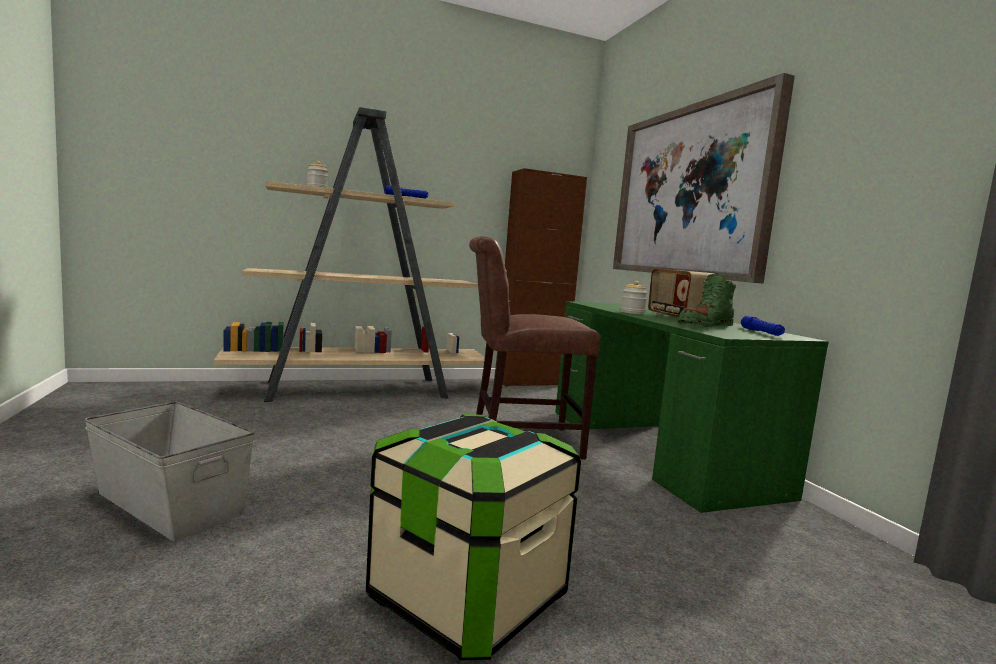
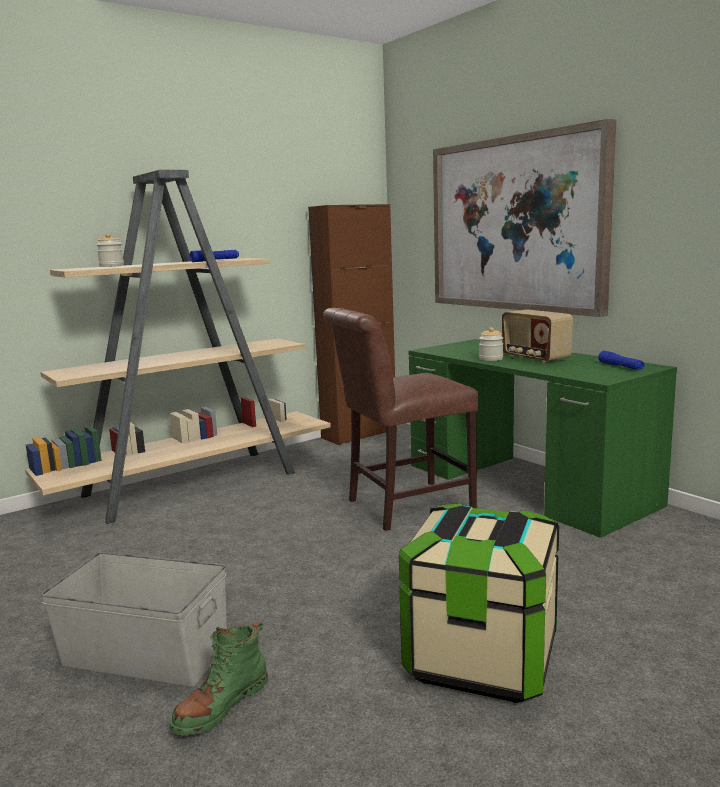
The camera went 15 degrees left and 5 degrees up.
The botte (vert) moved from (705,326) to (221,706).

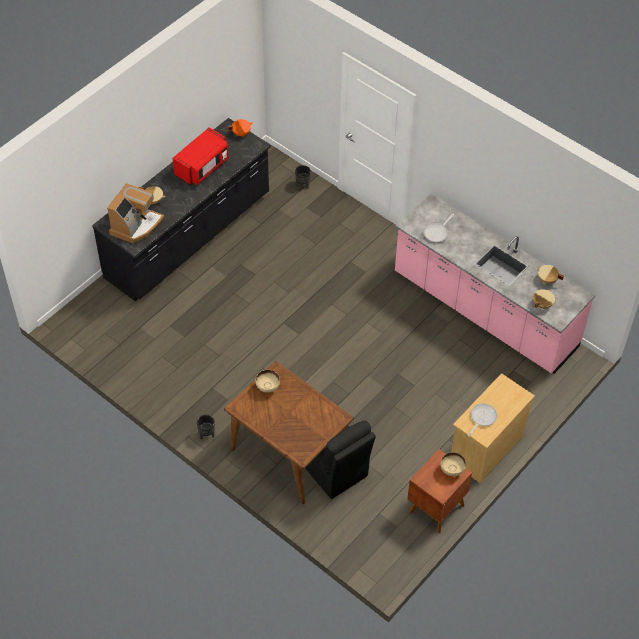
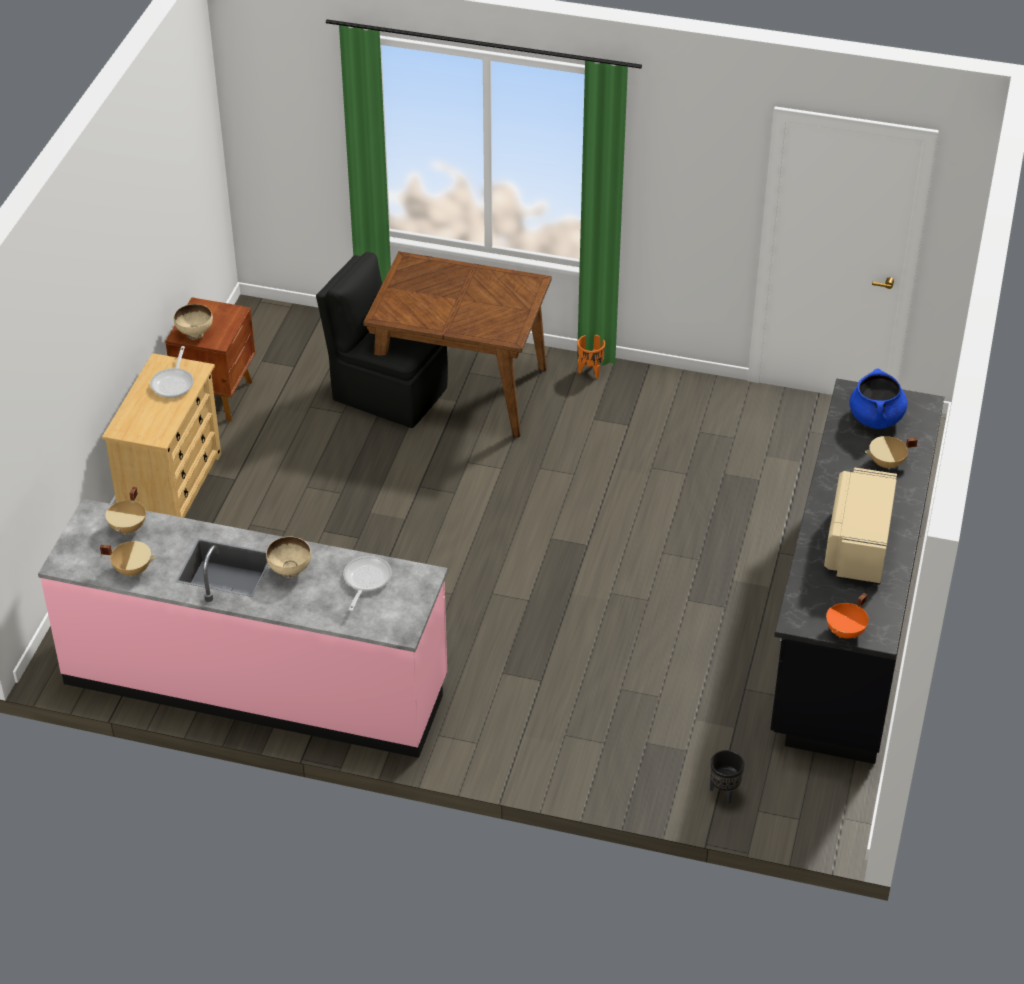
The camera went 155 degrees right and 10 degrees down.
The bol (beige) moved from (268,388) to (289,571).
The cache-pot (noir) at (206,435) became the cache-pot (orange) at (590,371).
The micro-ondes (rouge) at (202,167) became the micro-ondes (beige) at (857,545).
The machine à café at (136,225) was replaced by the marmite (bleu) at (876,418).

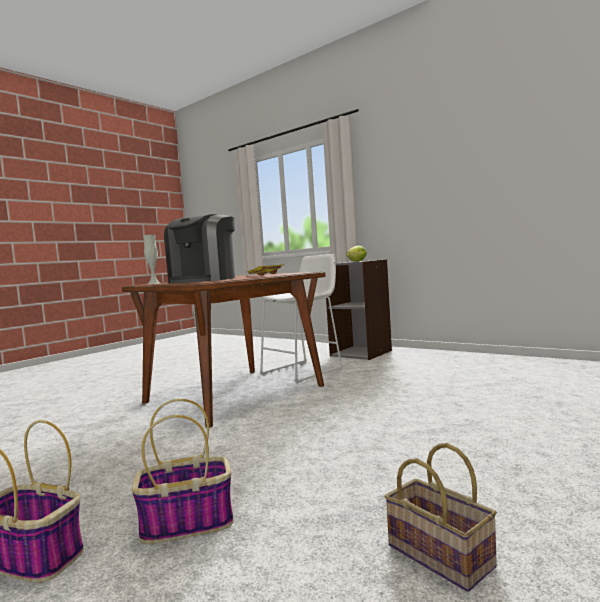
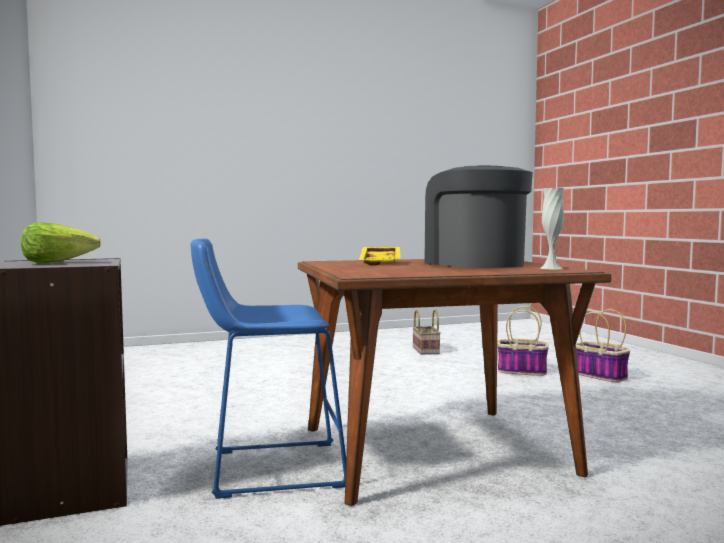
The camera went 150 degrees left and 0 degrees up.
The tabouret (blanc) at (305,371) became the tabouret (bleu) at (269,469).
The machine à café at (204,280) turned 75 degrees counterclockwise.

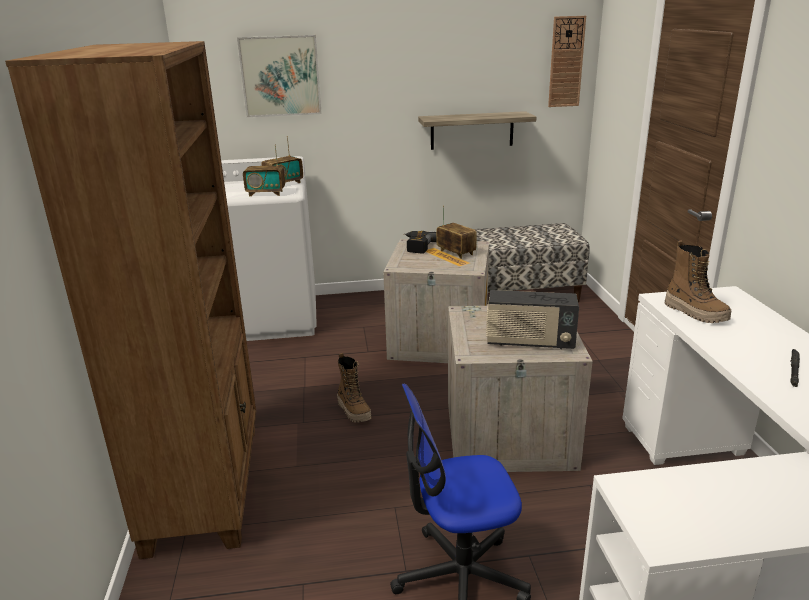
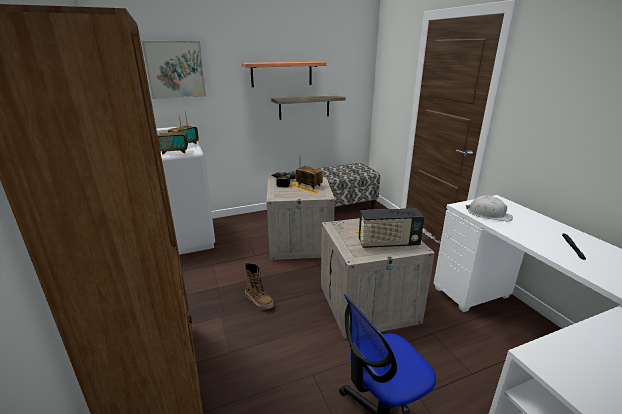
The camera went 15 degrees left and 0 degrees up.
The étagère at (282,74) appeared.
The botte at (695,313) was replaced by the casque de chantier (blanc) at (488,214).
The horloge murale at (566,62) disappeared.

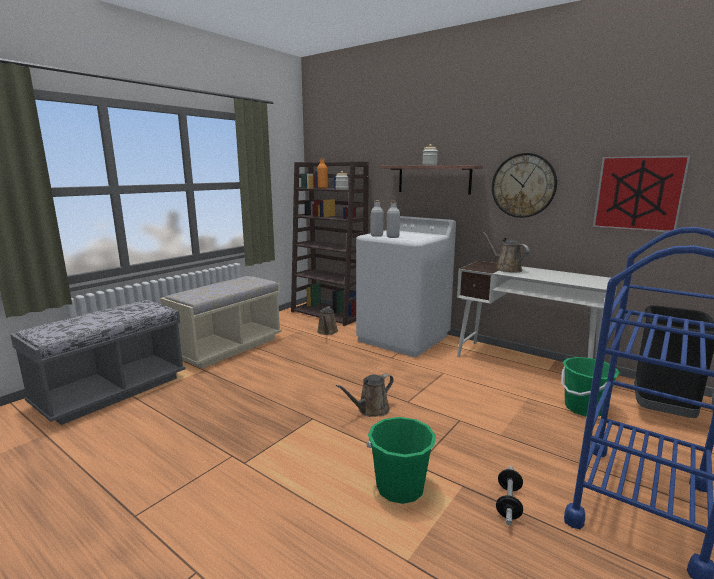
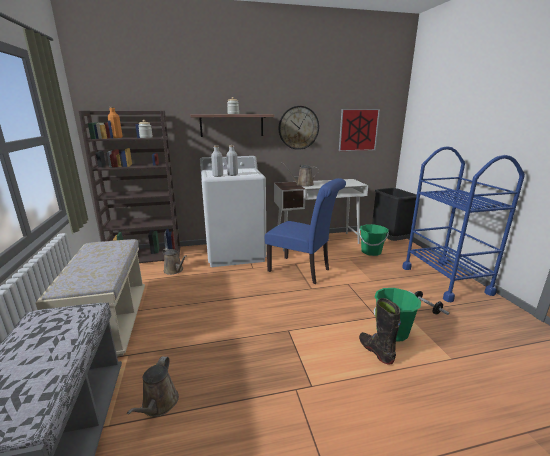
The camera went 50 degrees left and 5 degrees up.
The arrosoir (marron) moved from (371,410) to (158,405).
The chaise (bleu) at (302,271) appeared.
The botte (noir) at (376,351) appeared.

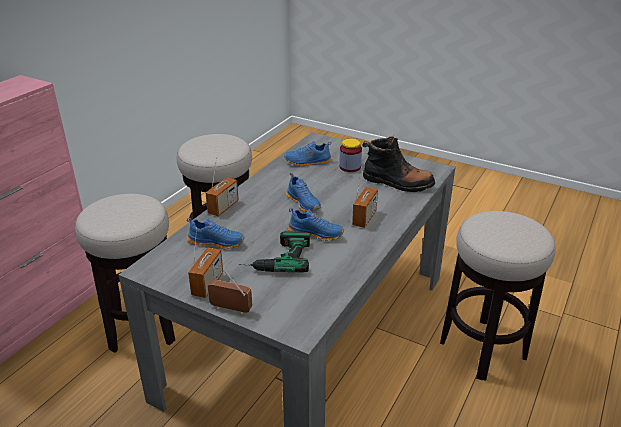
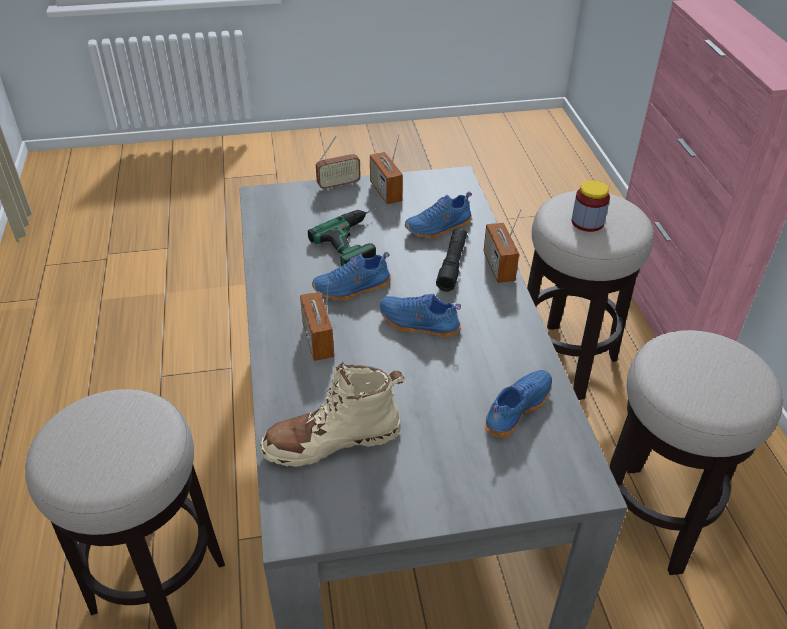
The camera went 140 degrees right and 10 degrees up.
The botte (noir) at (397,183) became the botte (beige) at (332,441).
The lampe de poche (noir) at (452,265) appeared.
The bocal moved from (350,167) to (587,222).

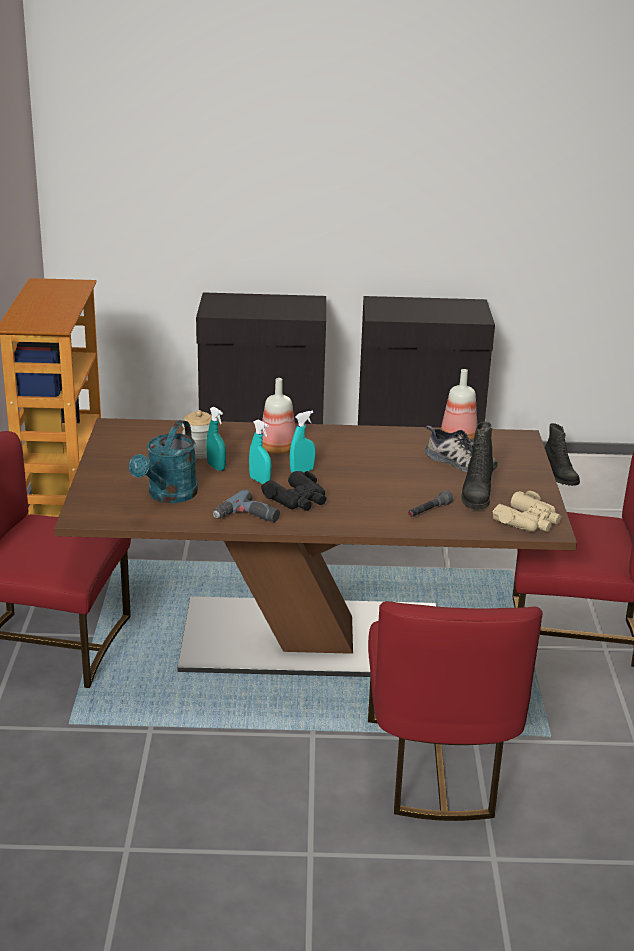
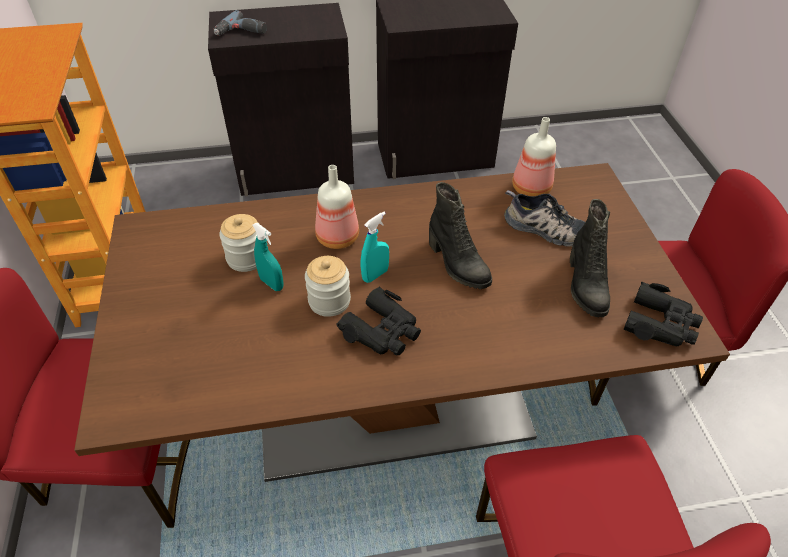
The camera went 10 degrees left and 20 degrees up.
The perceuse moved from (247,517) to (241,32).
The vaporisateur (turquoise) at (260,481) was replaced by the bocal at (329,301).
The botte (noir) moved from (559,476) to (457,264).
The jumelles (beige) at (528,521) became the jumelles (noir) at (660,324).
The arrosoir (turquoise) at (168,496) disappeared.
The lampe de poche (gris) at (429,511) disappeared.

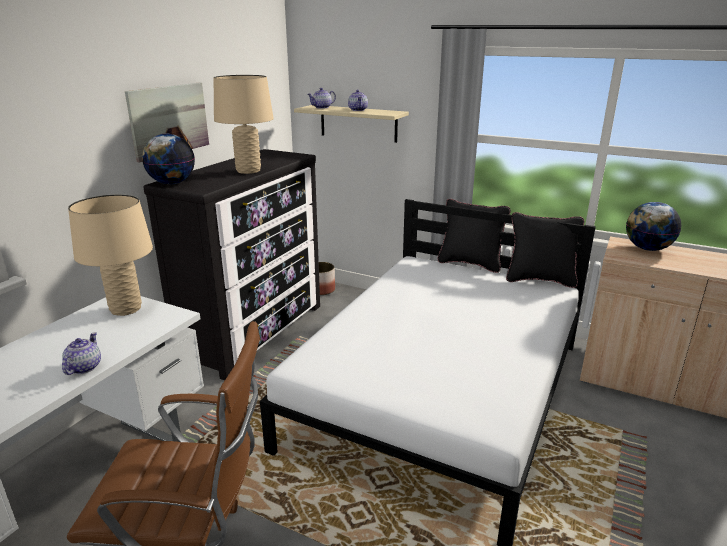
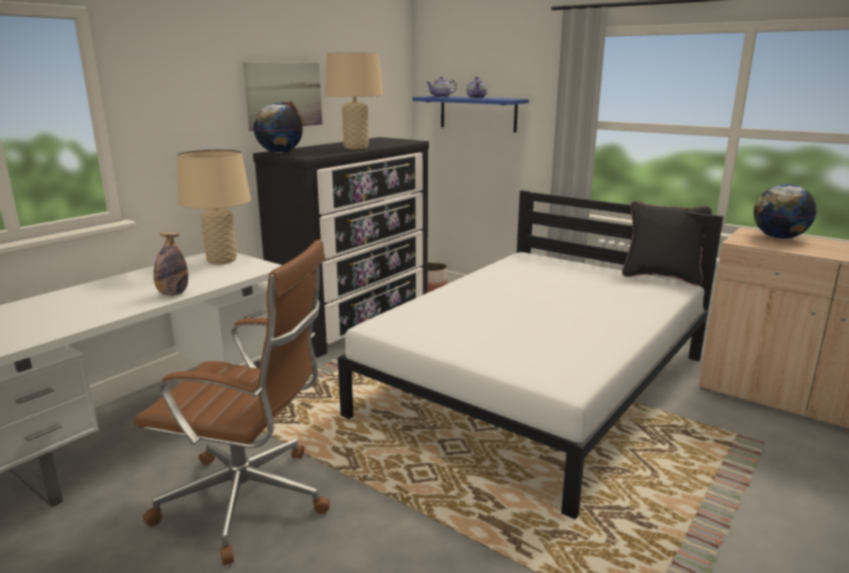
The camera went 10 degrees right and 5 degrees down.
The théière at (84,367) was replaced by the bouteille at (173,294).
The étagère (beige) at (358,123) became the étagère (bleu) at (478,113).
The coussin (noir) at (470,263) disappeared.

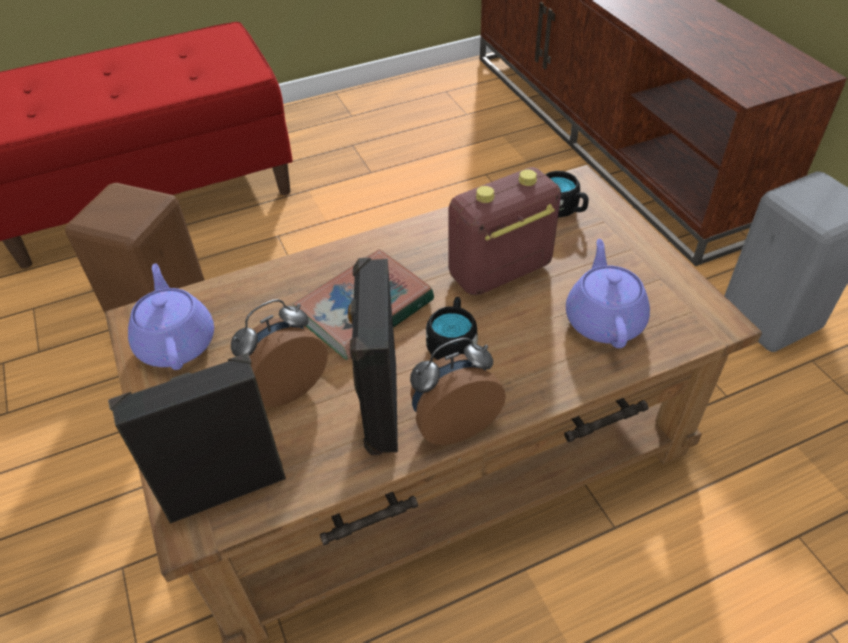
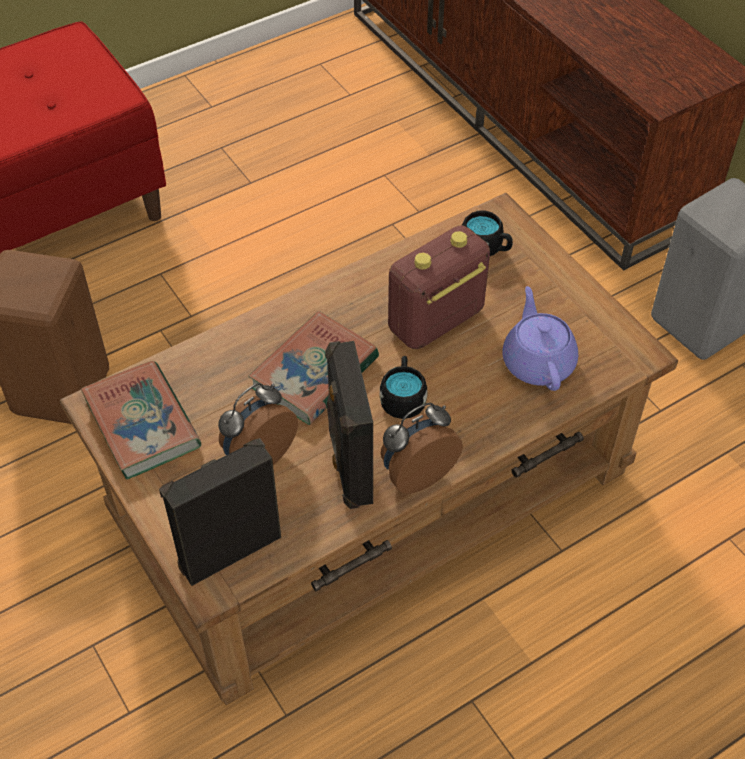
The camera went 10 degrees left and 5 degrees up.
The théière (violet) at (176,342) was replaced by the livre at (142,424).

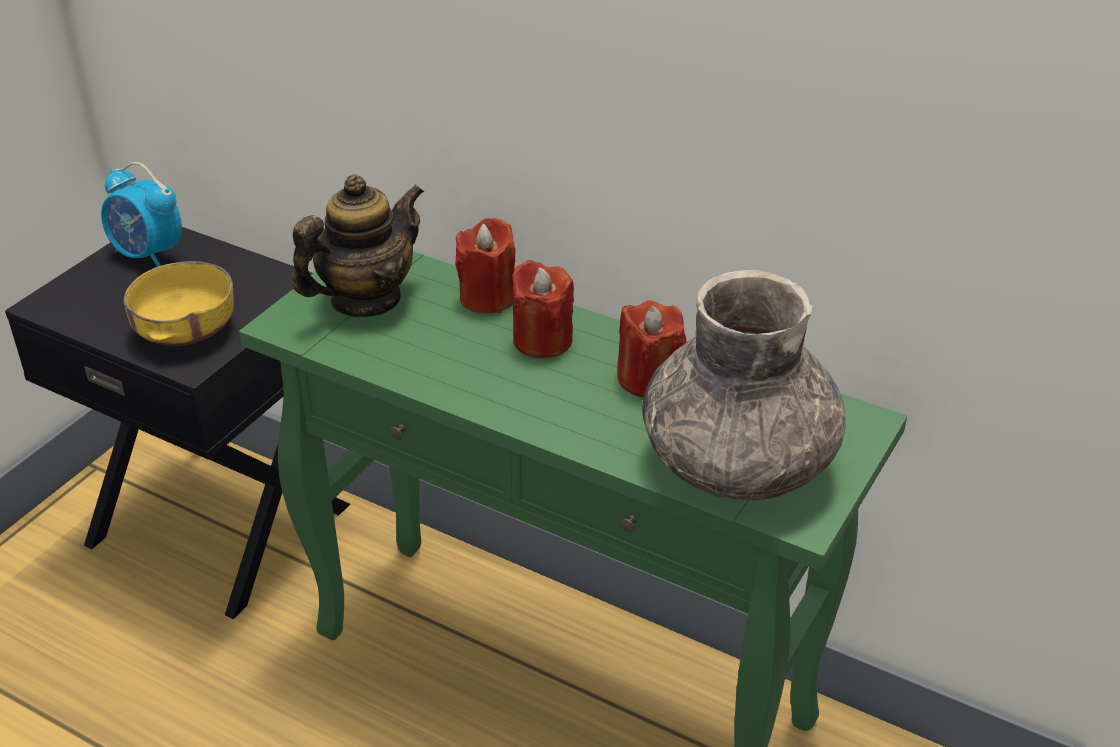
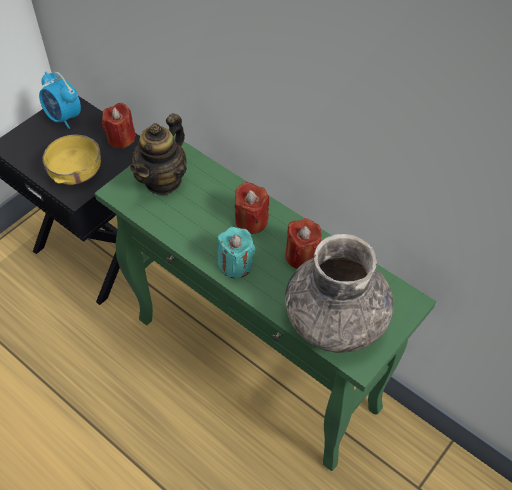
The camera went 10 degrees right and 15 degrees up.
The bougie (rouge) moved from (488,297) to (121,138).
The théière at (365,299) turned 150 degrees clockwise.
The bougie (turquoise) at (235,264) appeared.

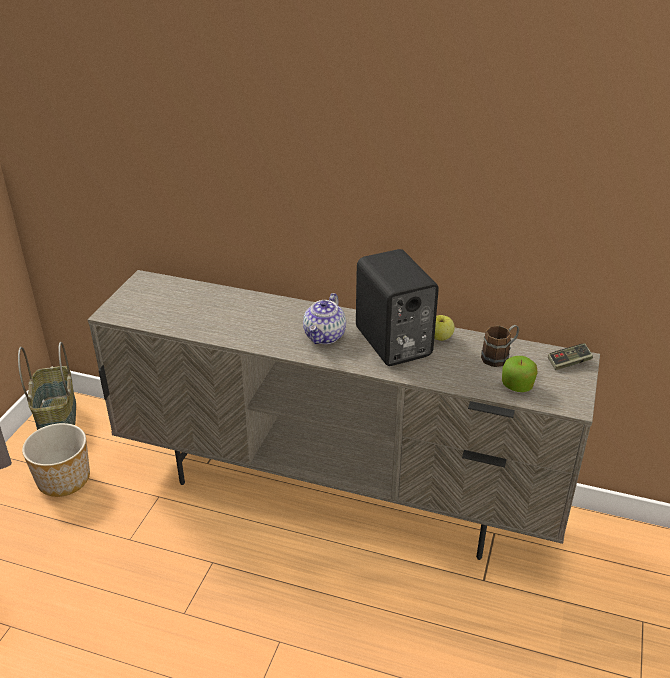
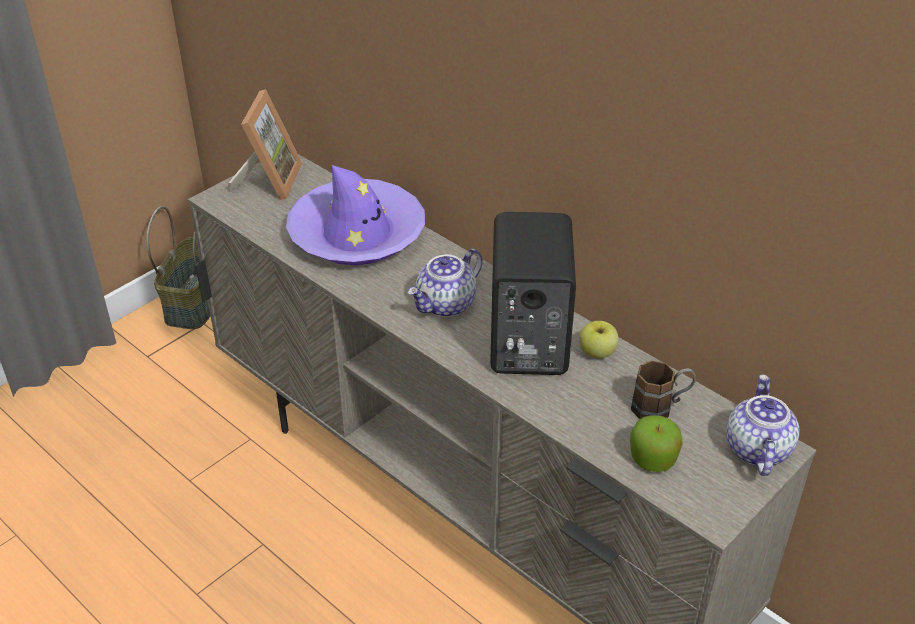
The camera went 25 degrees right and 5 degrees up.
The cadre photo at (269,180) appeared.
The chapeau (violet) at (357,234) appeared.
The manette at (569,362) was replaced by the théière at (756,448).
The cache-pot at (64,480) disappeared.

